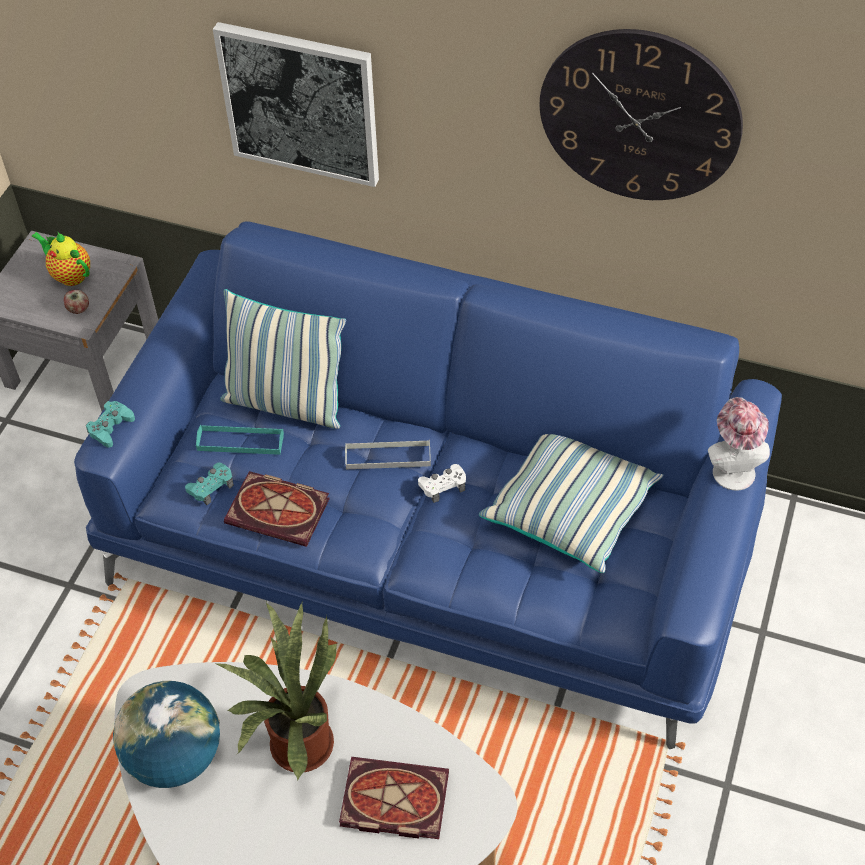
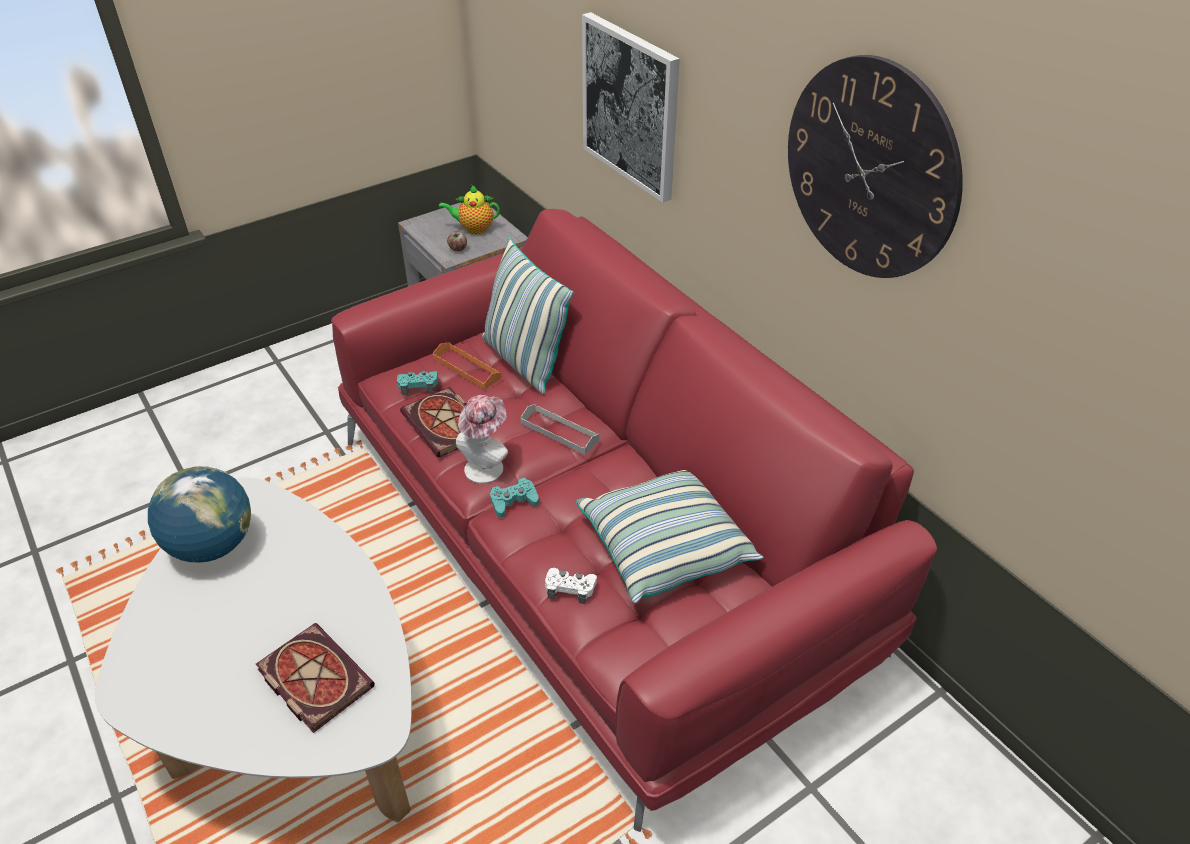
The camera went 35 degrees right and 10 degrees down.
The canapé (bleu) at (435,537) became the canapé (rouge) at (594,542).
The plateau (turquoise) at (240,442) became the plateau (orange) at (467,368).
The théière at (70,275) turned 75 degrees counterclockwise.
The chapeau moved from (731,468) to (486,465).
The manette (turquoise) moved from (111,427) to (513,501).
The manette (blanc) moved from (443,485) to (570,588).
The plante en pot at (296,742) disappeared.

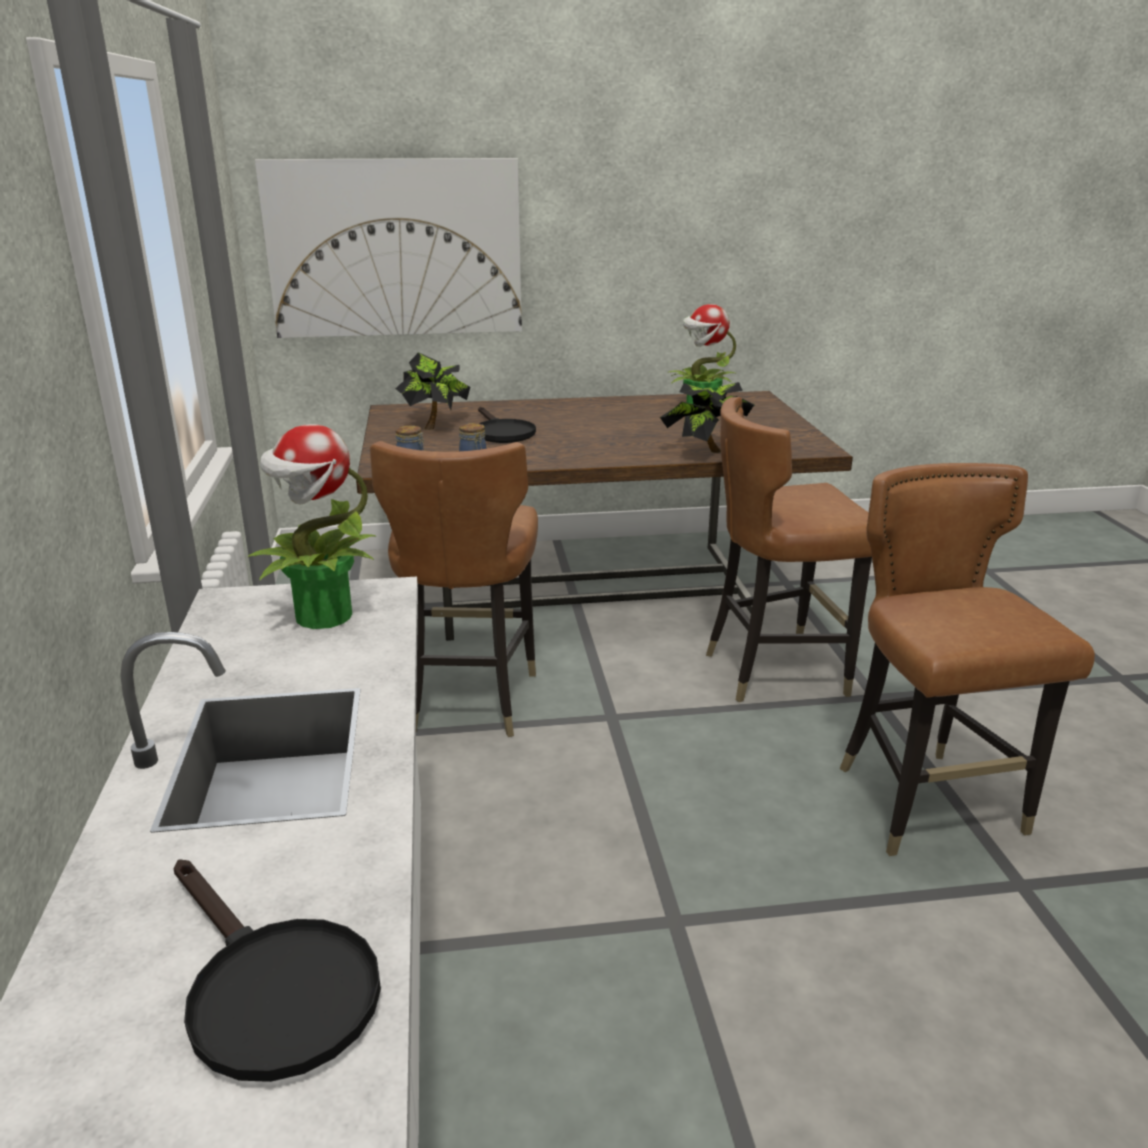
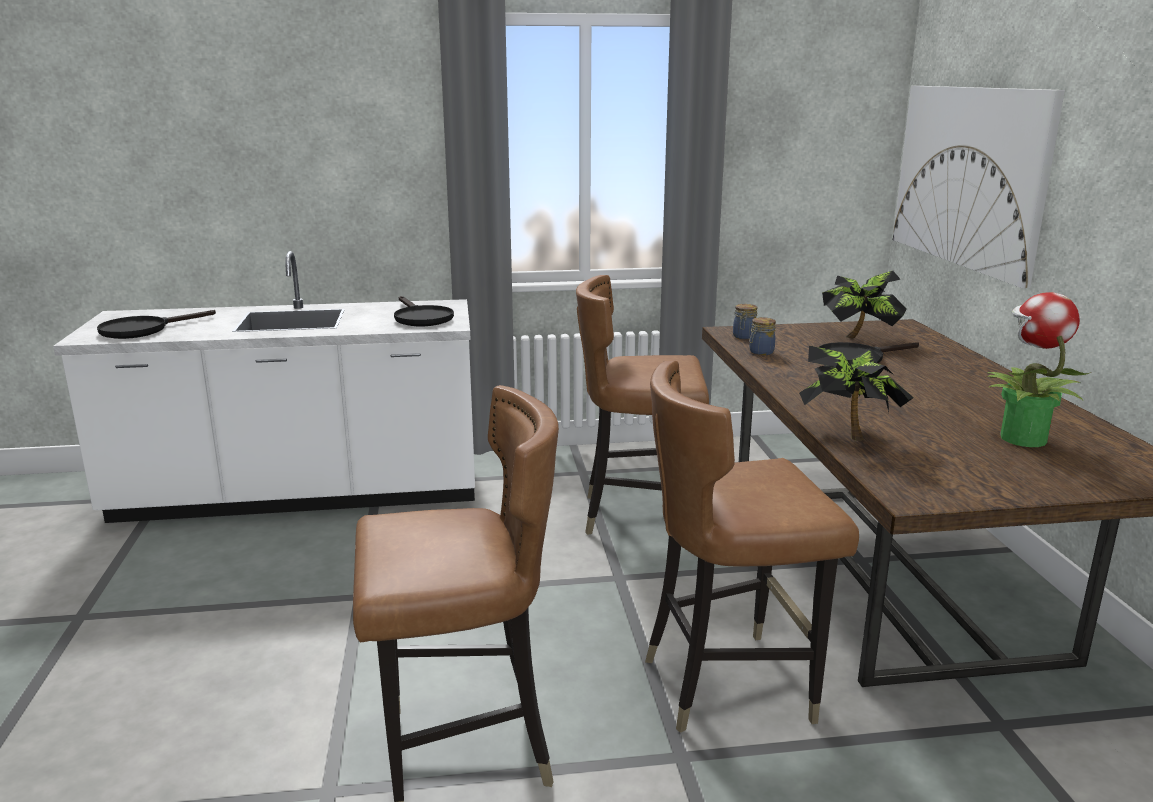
The camera went 90 degrees right and 5 degrees down.
The plante en pot at (322,616) was replaced by the poêle (noir) at (420,318).
The chaise (marron) at (777,670) turned 90 degrees counterclockwise.

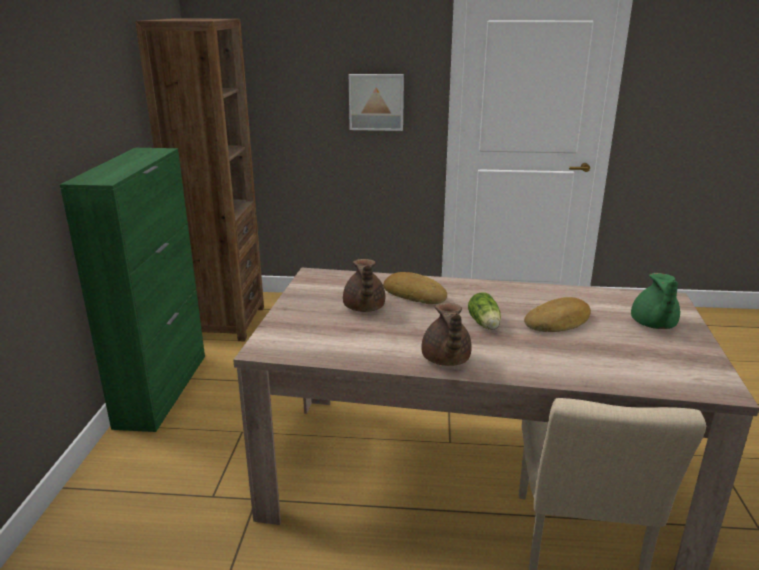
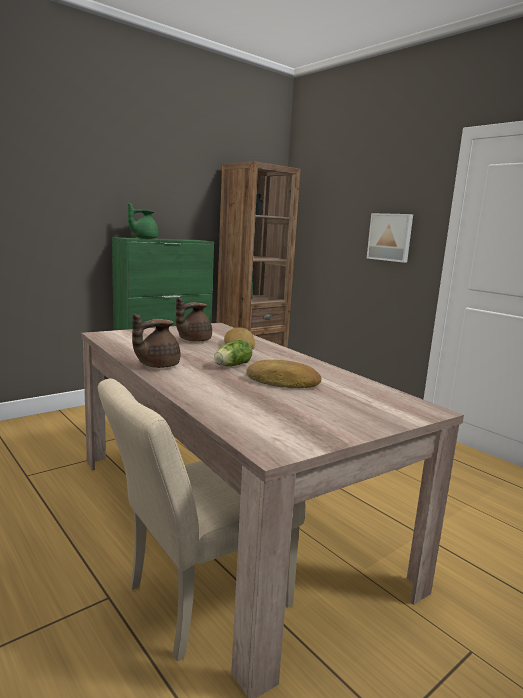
The camera went 45 degrees right and 10 degrees down.
The théière (vert) moved from (653,324) to (144,238).

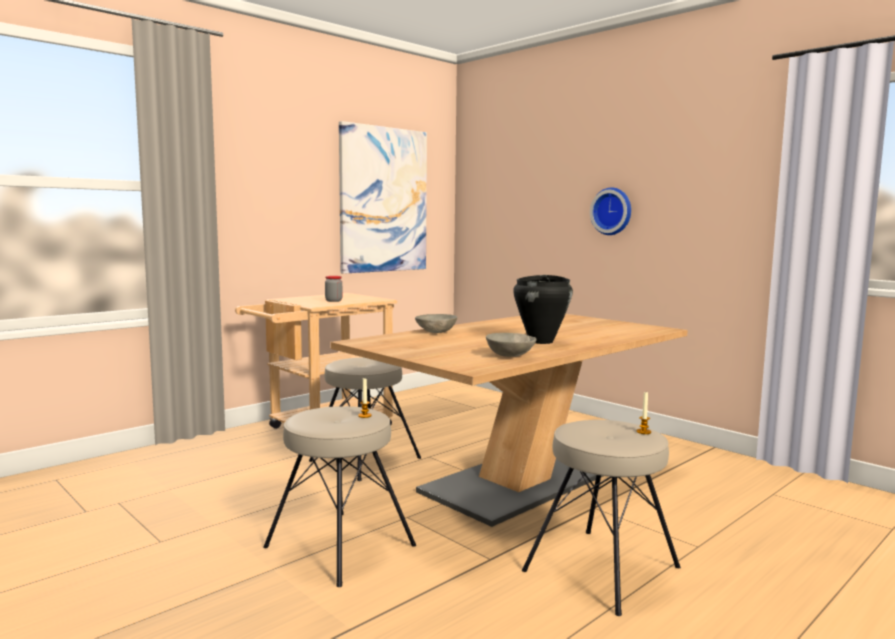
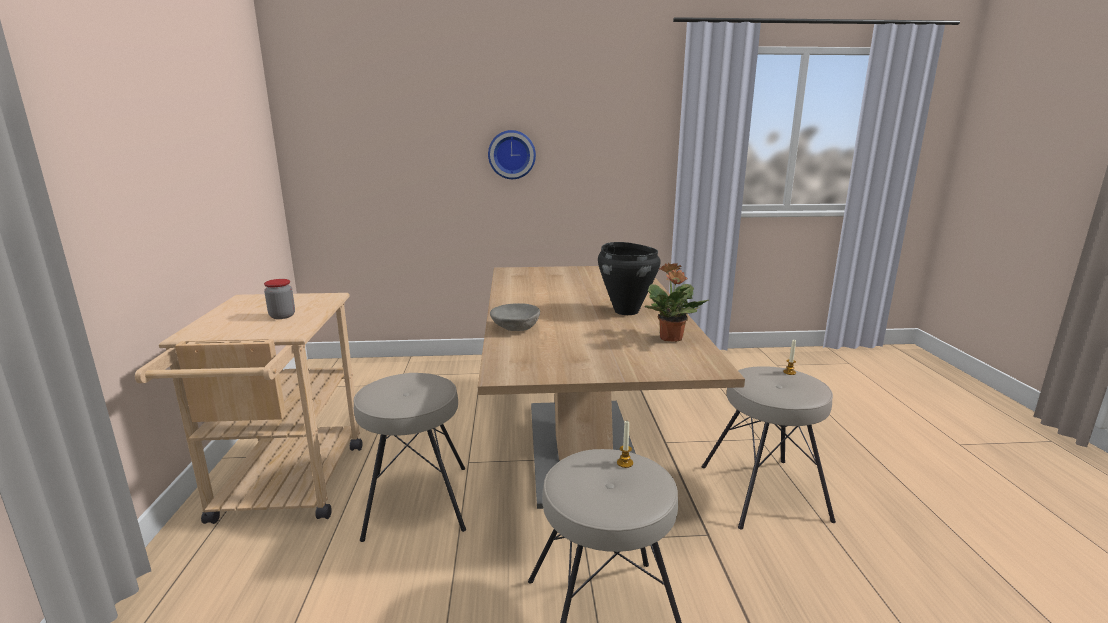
The camera went 50 degrees left and 10 degrees up.
The bol (gris) at (509,355) was replaced by the plante en pot at (671,338).
The tableau at (383,200) disappeared.

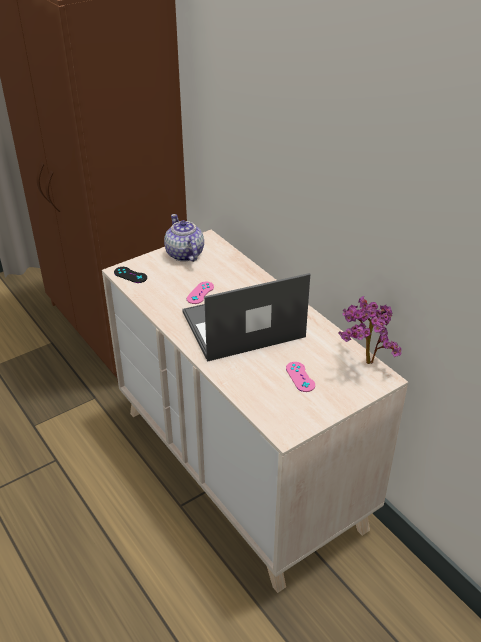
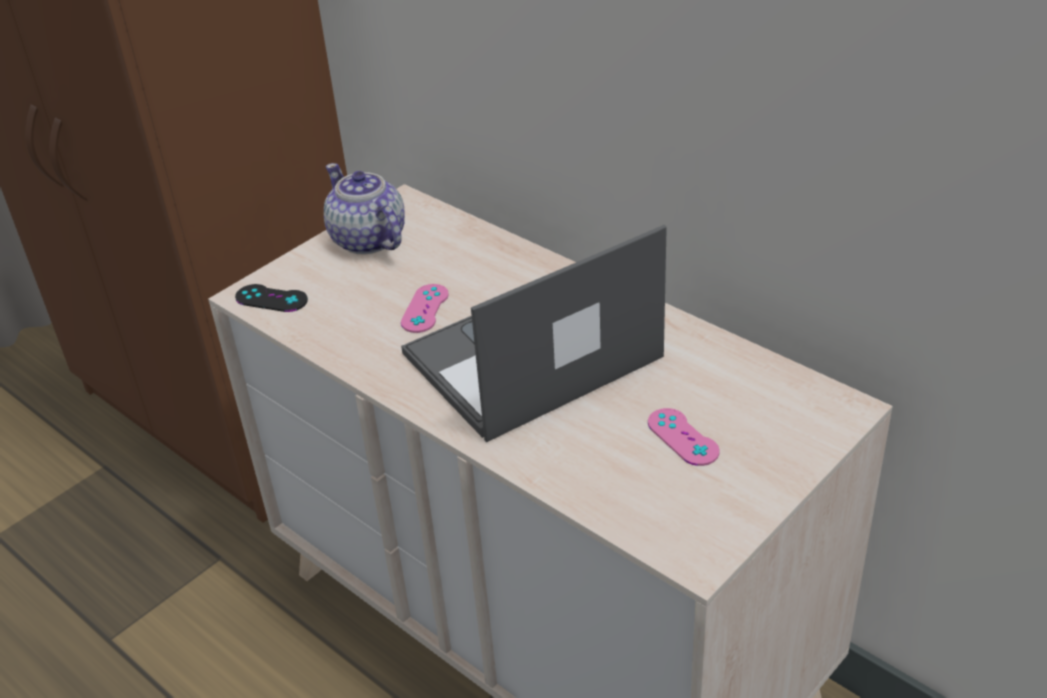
The camera went 10 degrees left and 0 degrees up.
The plante en pot at (363,363) disappeared.

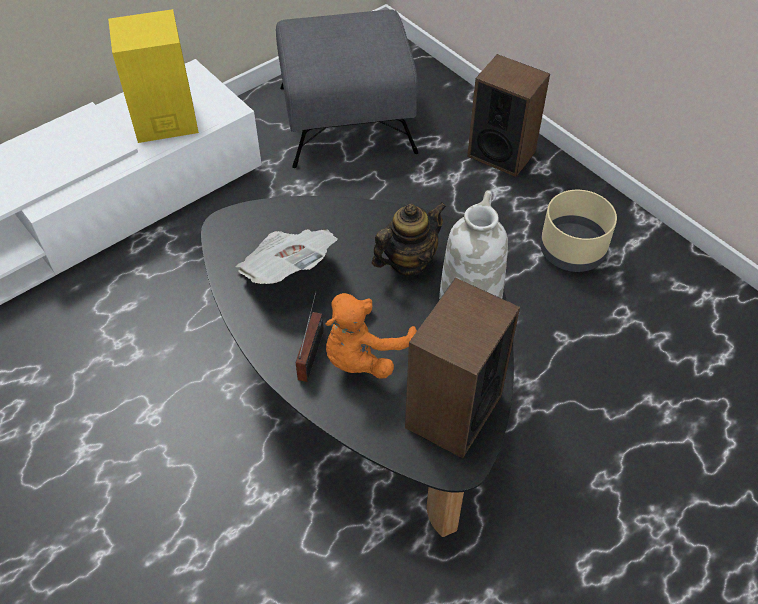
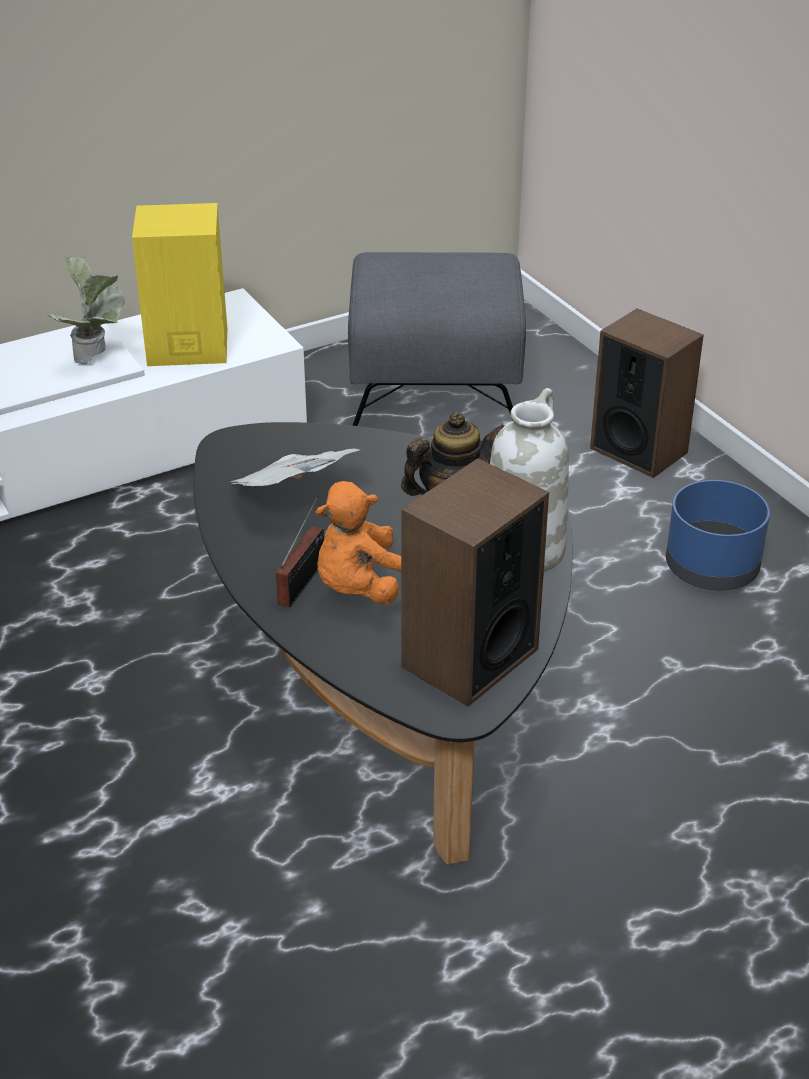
The camera went 10 degrees right and 15 degrees down.
The plante en pot at (97,360) appeared.
The cache-pot (beige) at (572,250) became the cache-pot (bleu) at (712,568).

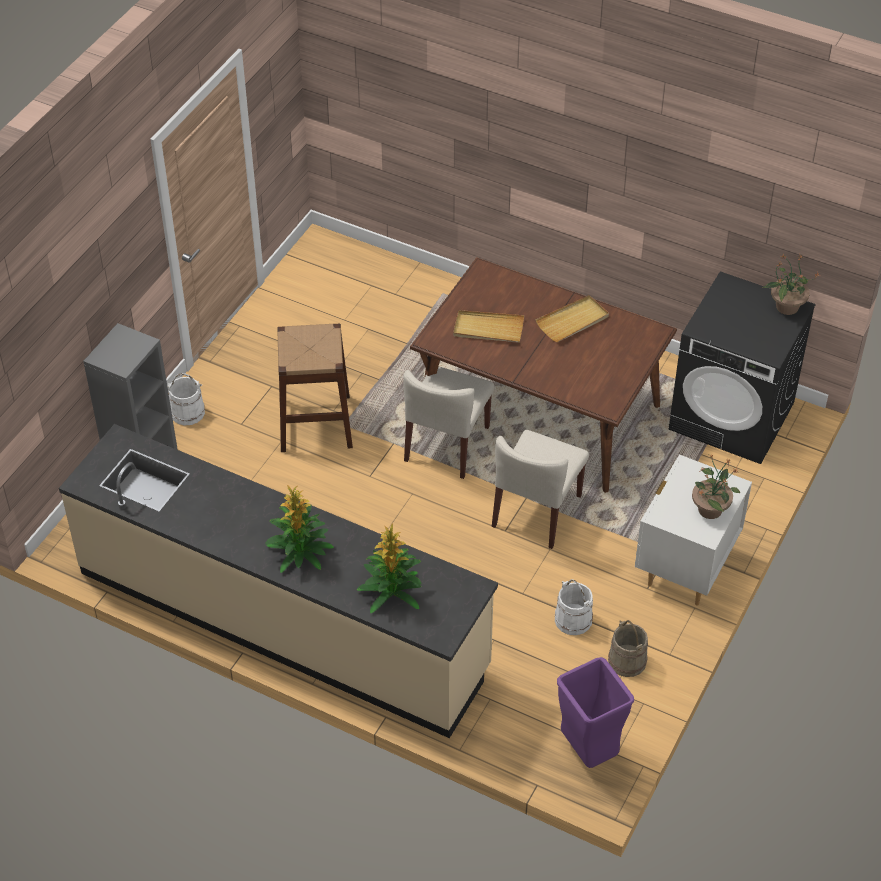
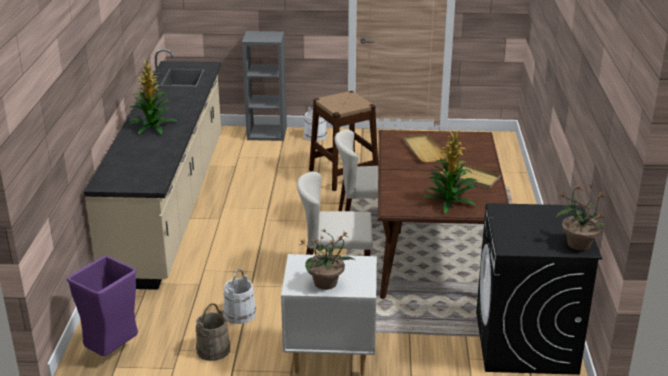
The camera went 65 degrees right and 20 degrees down.
The plante en pot moved from (391,590) to (450,201).

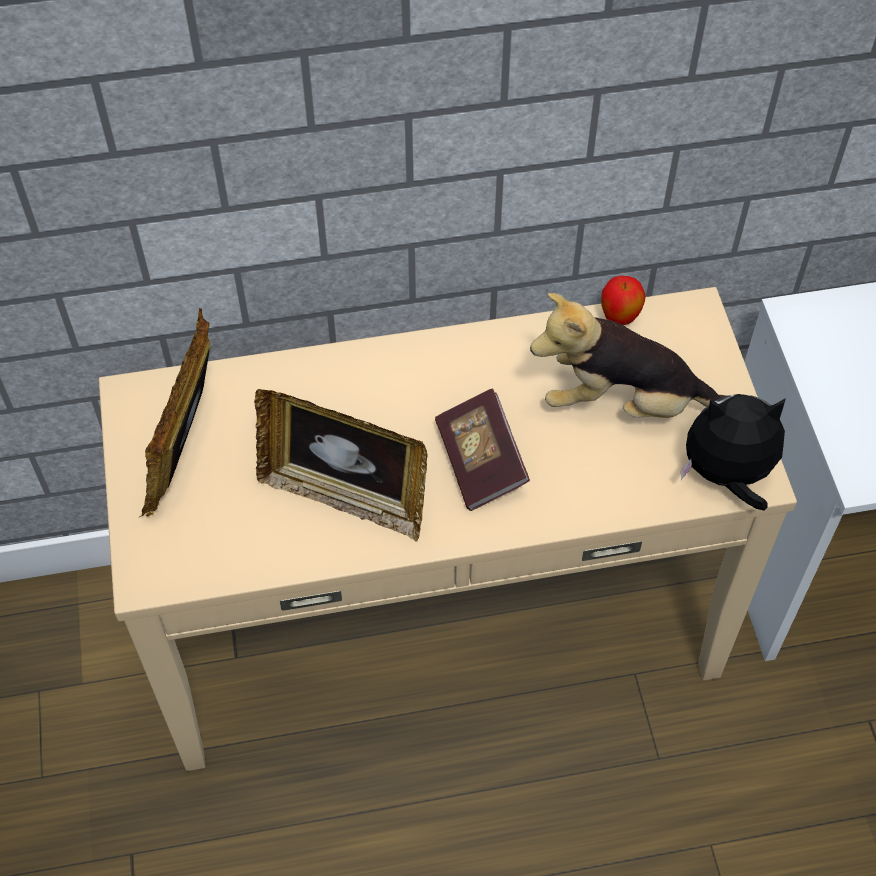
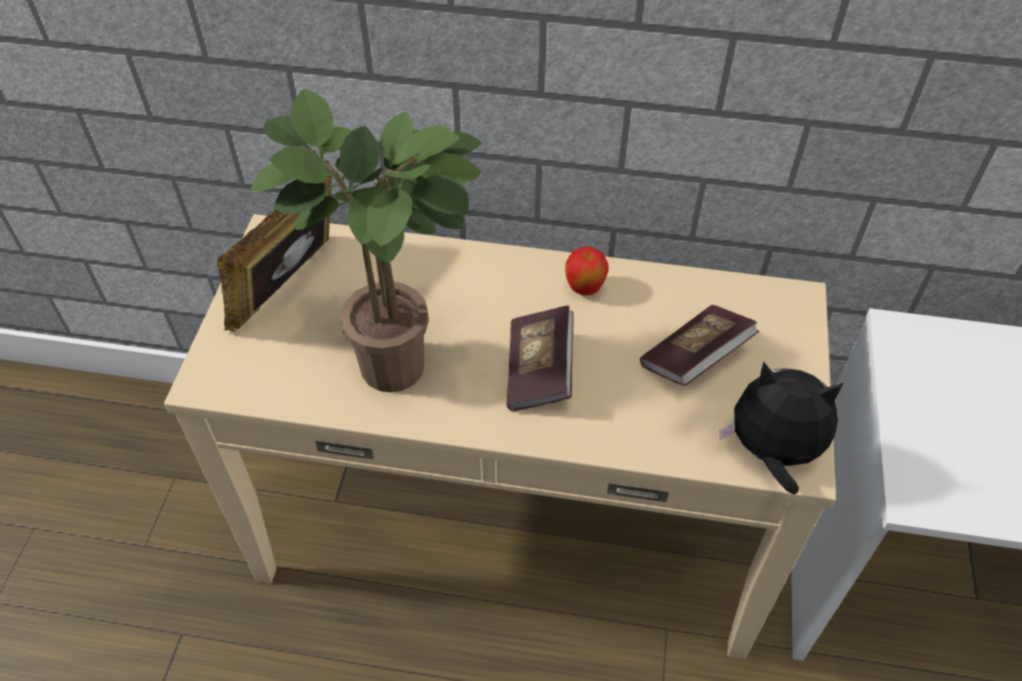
The camera went 20 degrees right and 5 degrees down.
The cadre photo at (344,496) was replaced by the plante en pot at (405,365).
The pomme moved from (619,318) to (584,289).
The peluche at (623,403) was replaced by the livre at (695,358).

